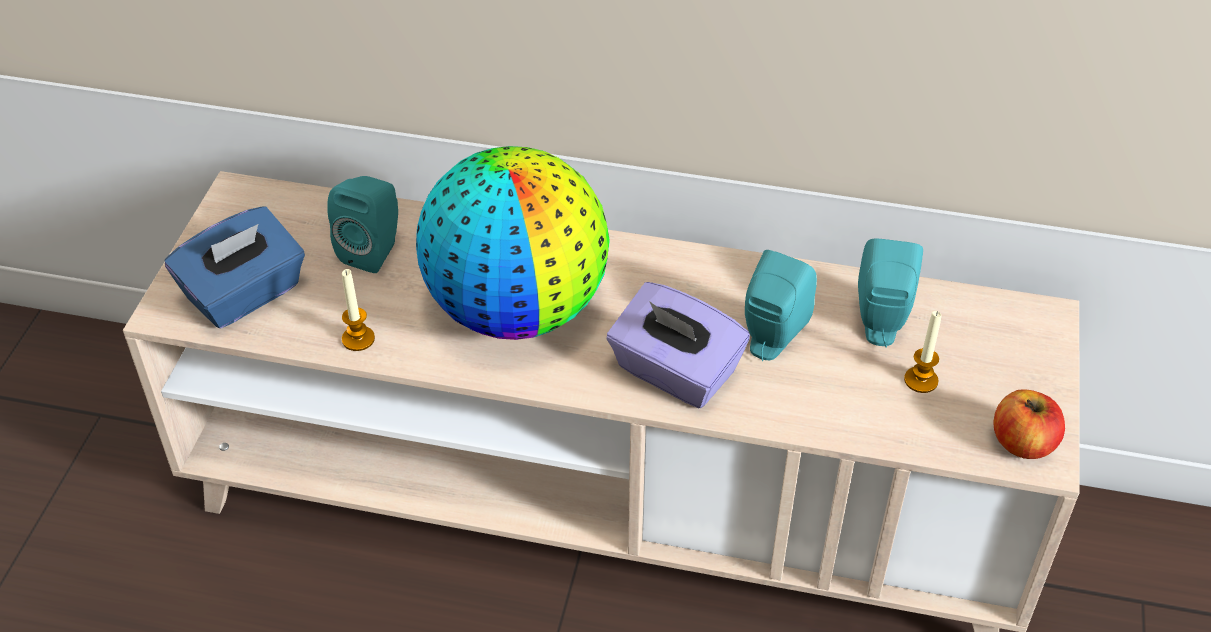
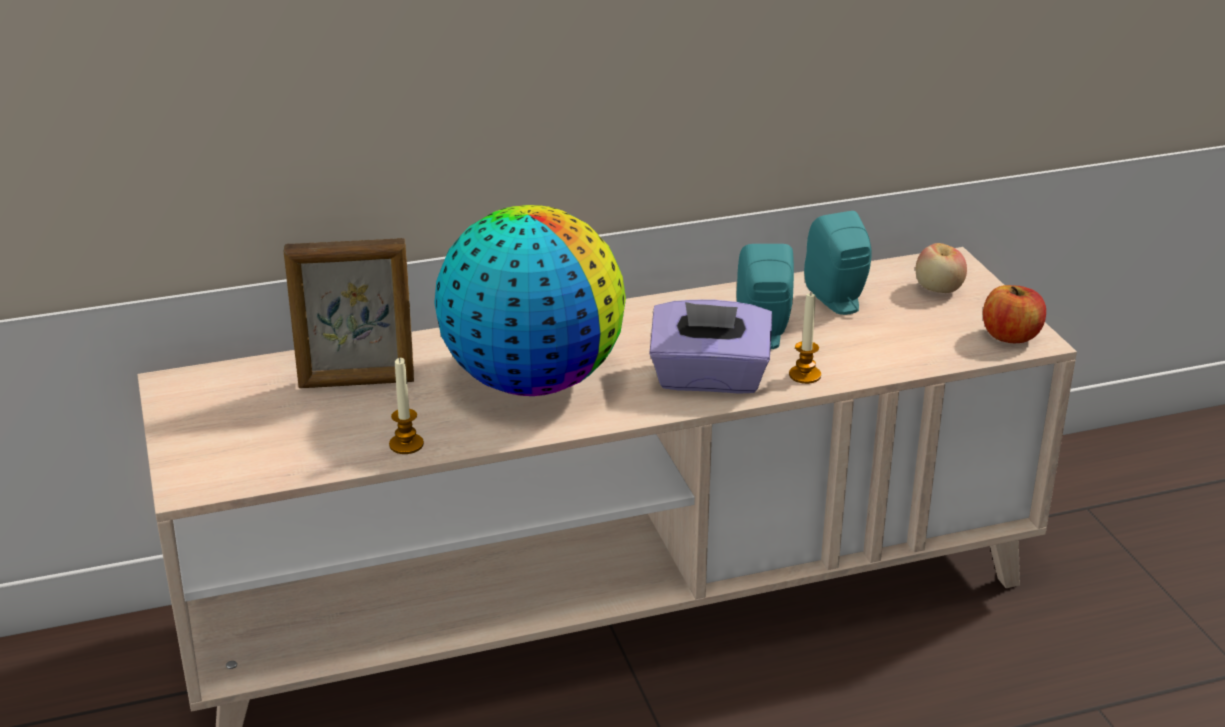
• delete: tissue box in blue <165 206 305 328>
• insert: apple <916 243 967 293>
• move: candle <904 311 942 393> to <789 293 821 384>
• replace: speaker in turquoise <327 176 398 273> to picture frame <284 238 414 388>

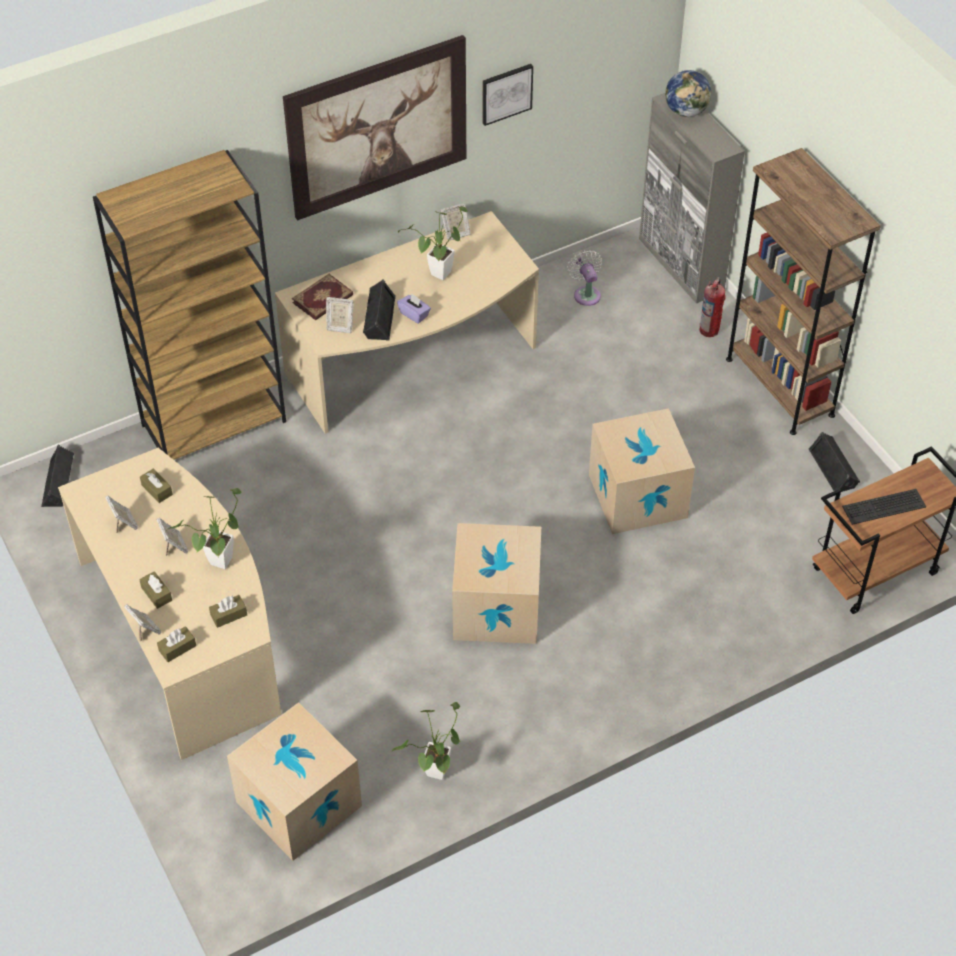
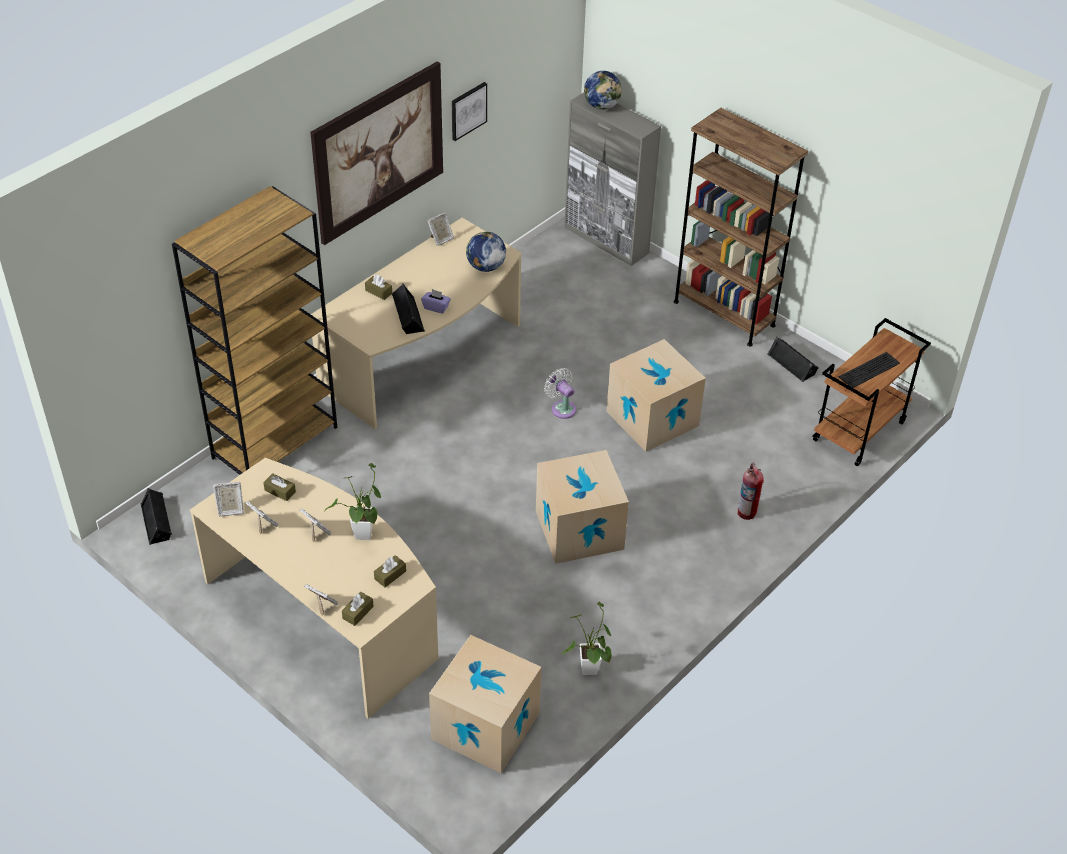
• delete: book <292 274 353 320>
• delete: potted plant <398 207 467 280>
• insert: globe <466 232 506 272>
• move: tissue box in brown <139 571 172 609> to <365 275 392 300>
• move: picture frame <326 297 354 333> to <213 482 244 516>
• move: fan in white <567 250 602 306> to <544 368 577 419>
• move: fire extinguisher <699 277 726 337> to <738 463 764 520>

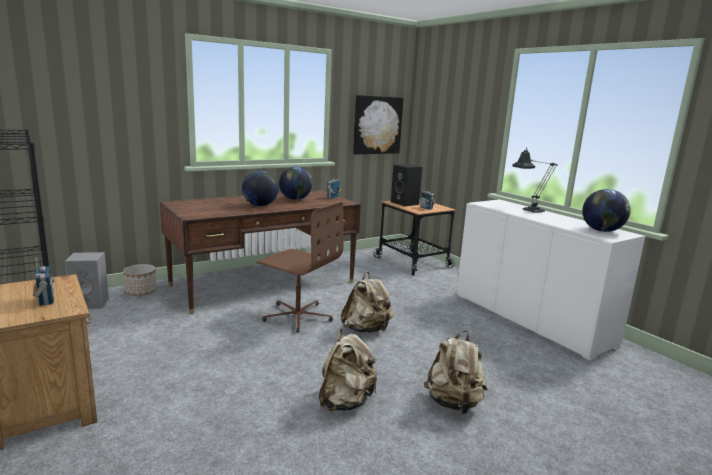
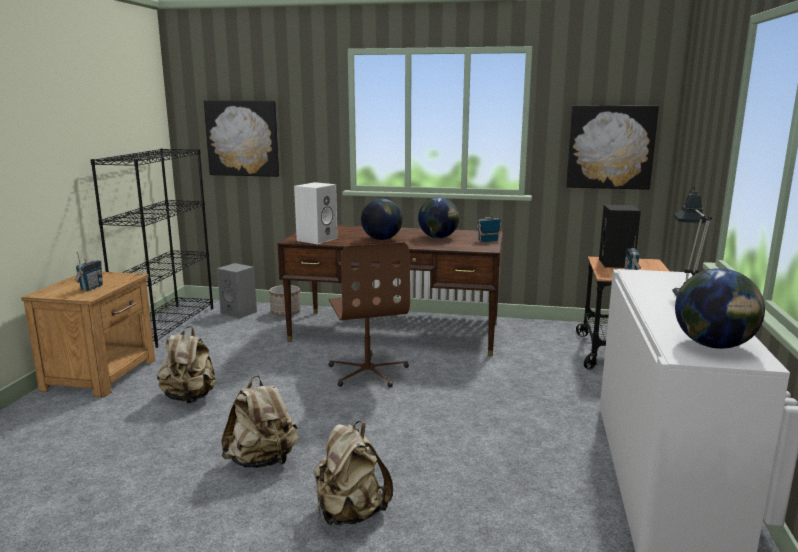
• insert: picture <204 100 279 177>
• insert: speaker in white <294 182 338 244>
• move: backpack in beige <341 272 394 333> to <157 326 216 403>

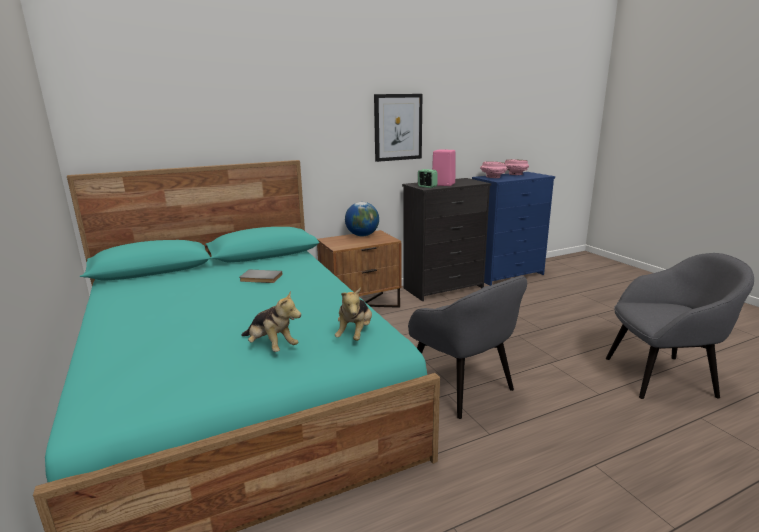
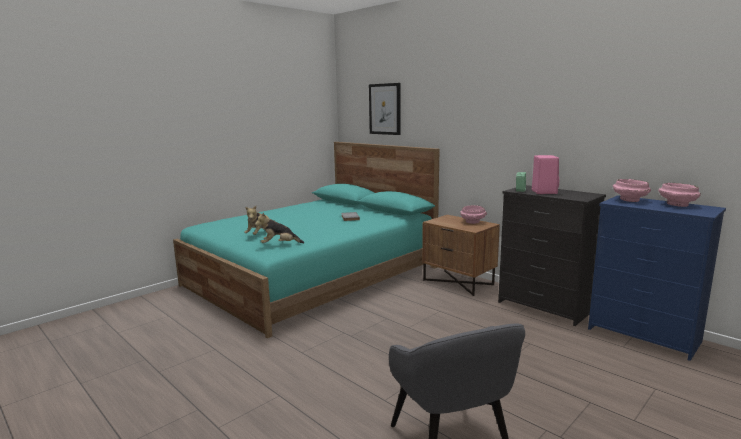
• delete: armchair in grey <408 276 527 419>
• move: picture <374 94 422 162> to <369 83 401 135>
• replace: globe <345 202 379 236> to bowl in pink <460 205 487 224>

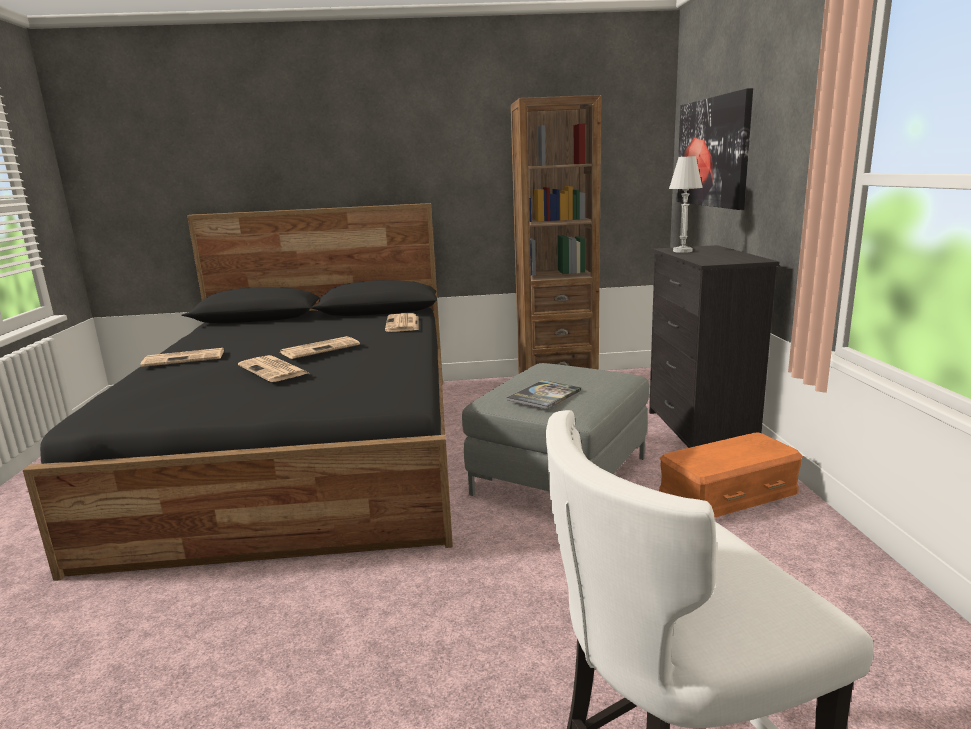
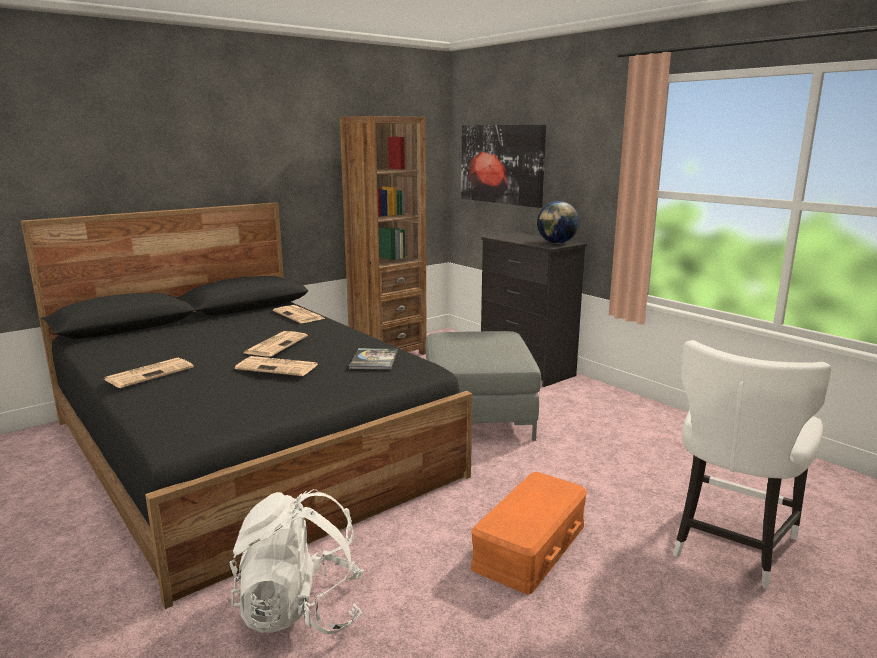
• delete: table lamp in white <669 156 703 253>
• insert: backpack in white <230 489 364 634>
• insert: globe <537 201 579 243>
• move: book <507 380 581 409> to <349 348 398 370>
• move: storage box in orange <659 433 803 518> to <471 472 587 594>

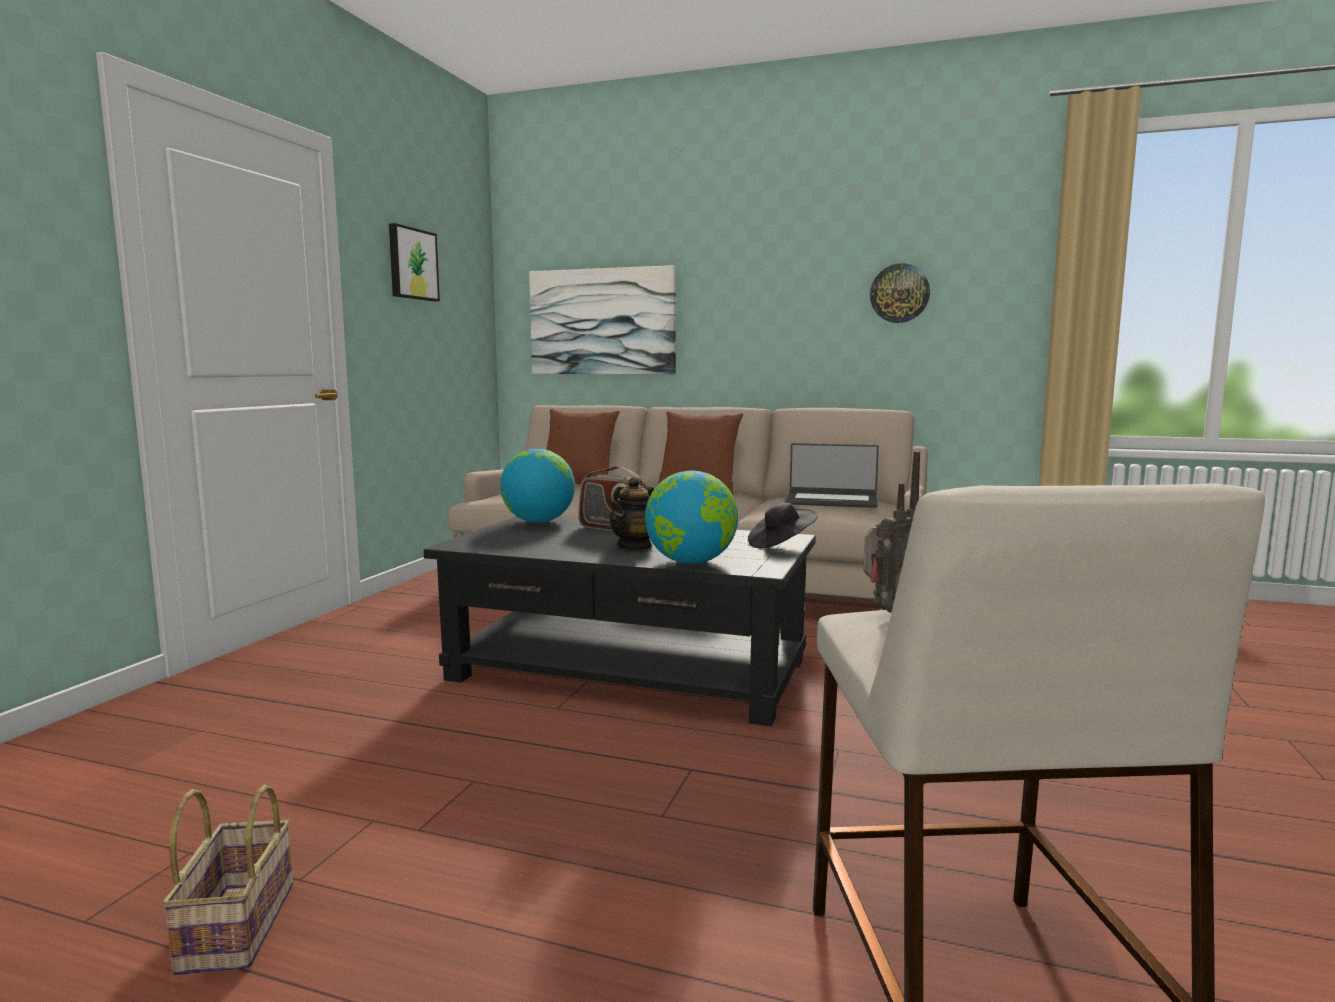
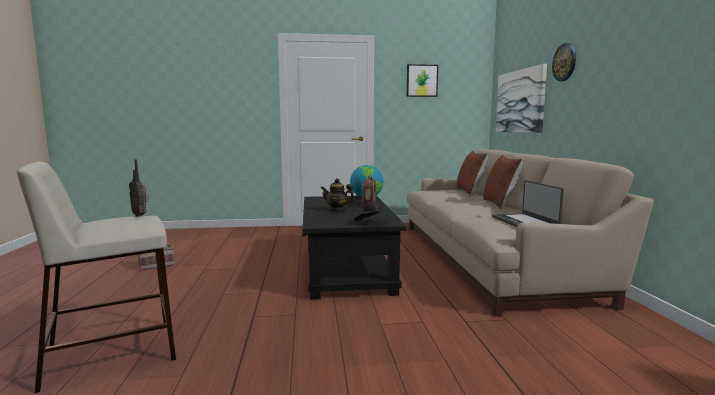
• delete: globe <645 471 738 564>
• move: wall clock <870 263 930 323> to <552 43 576 81>

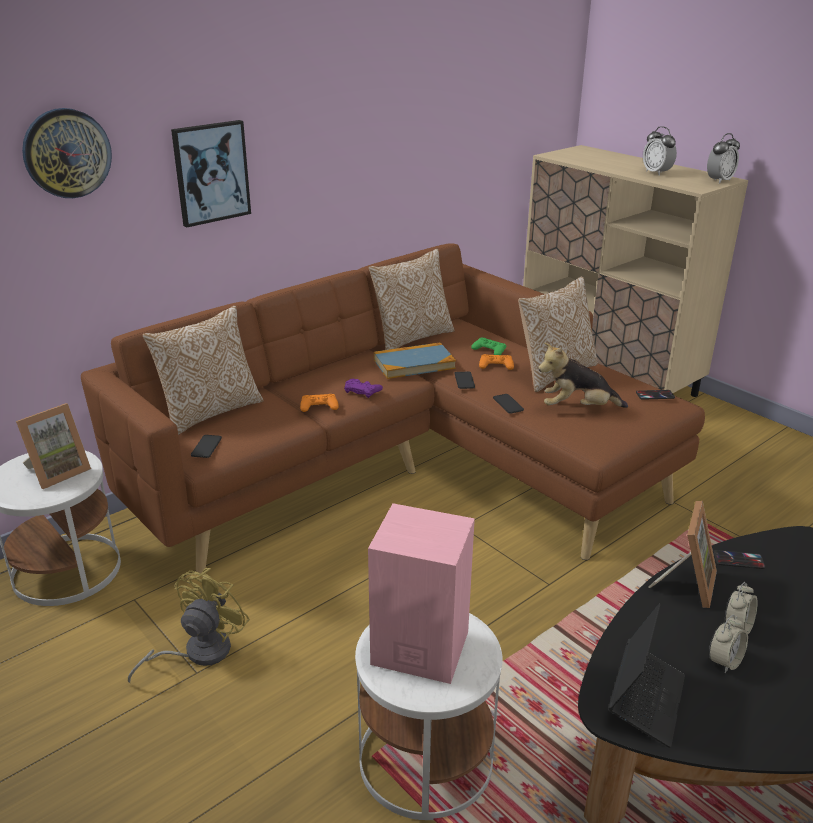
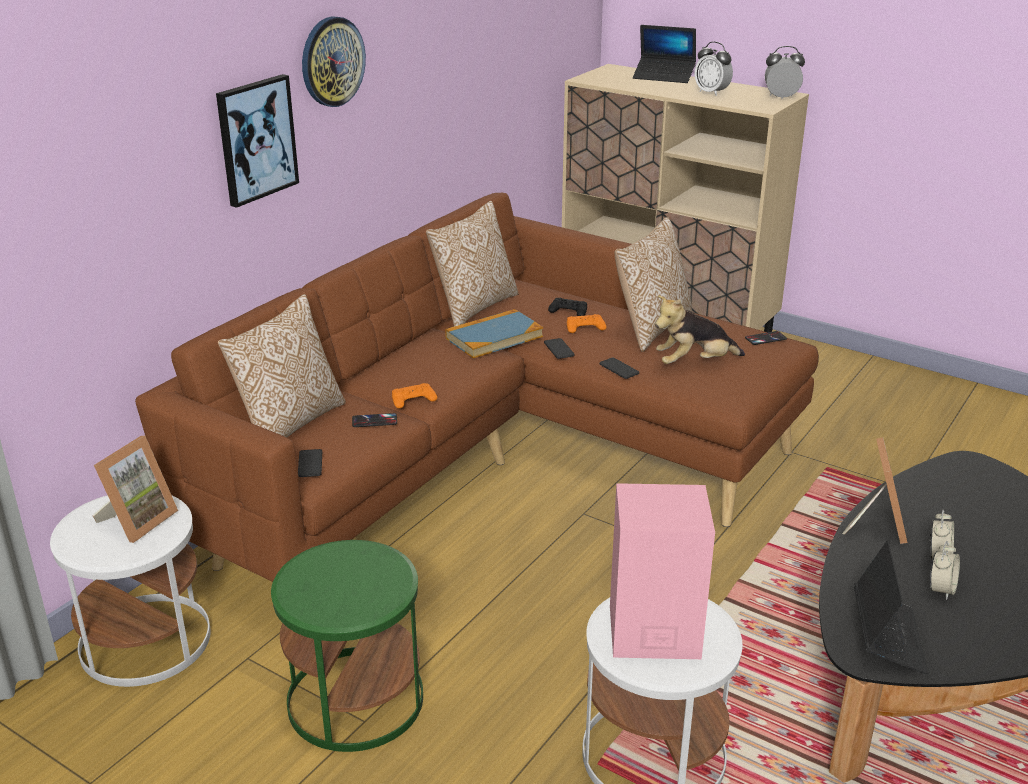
• delete: game controller in purple <344 379 383 398>
• insert: laptop <633 25 696 83>
• move: wall clock <22 108 112 198> to <302 16 366 107>
• move: phone <713 550 765 569> to <352 413 397 427>
• replace: fan in yellow <128 568 250 683> to side table in green <271 540 423 752>
• recolor: game controller in green <471 338 506 355> to game controller in black <548 298 587 316>
• rotate: alarm clock <707 133 740 184> = <765 46 805 99> 120 degrees counterclockwise

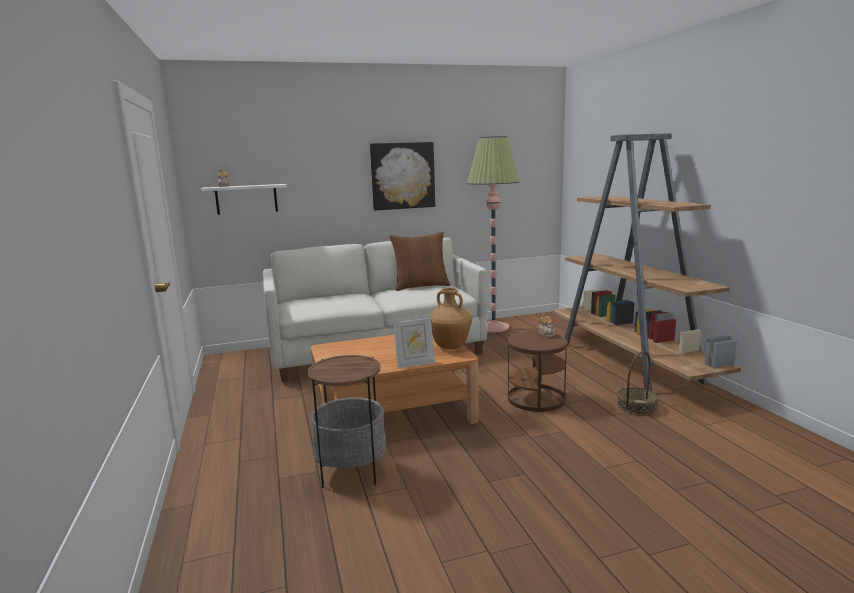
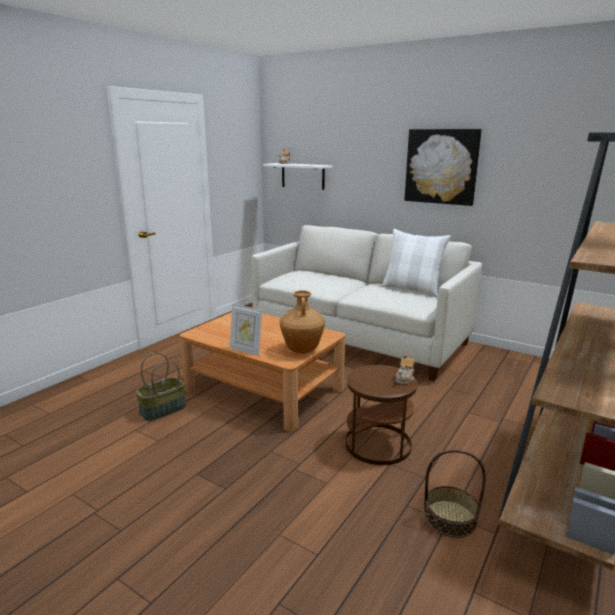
• delete: floor lamp <467 136 520 332>
• replace: side table <307 355 386 488> to basket <136 353 186 421>
• recolor: pillow in brown <389 232 450 291> to pillow in white <381 229 451 297>

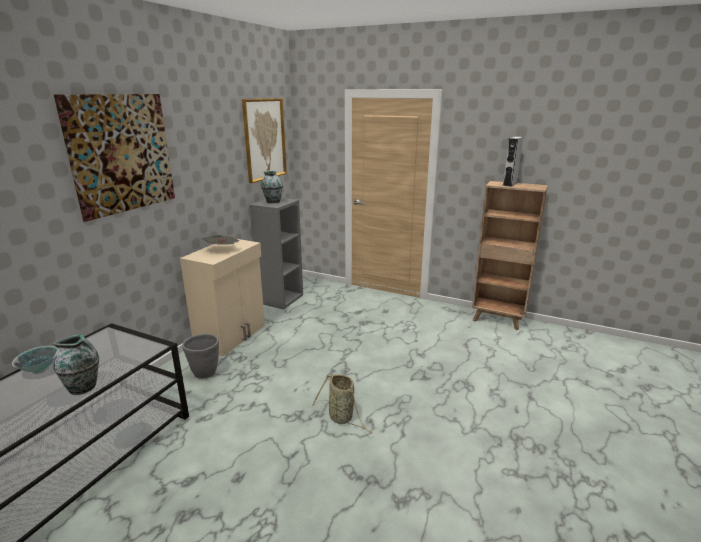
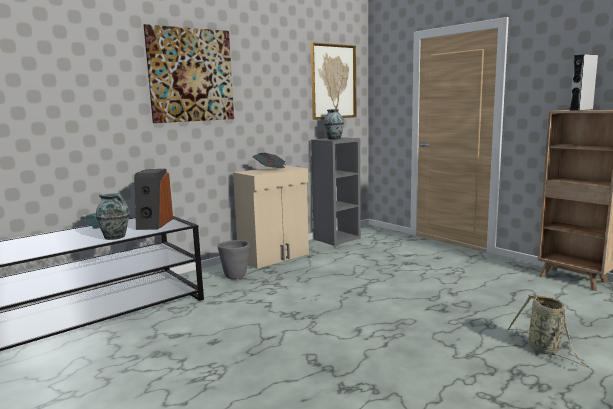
• insert: speaker <134 169 173 230>
• move: basket <312 374 372 434> to <507 294 589 367>

